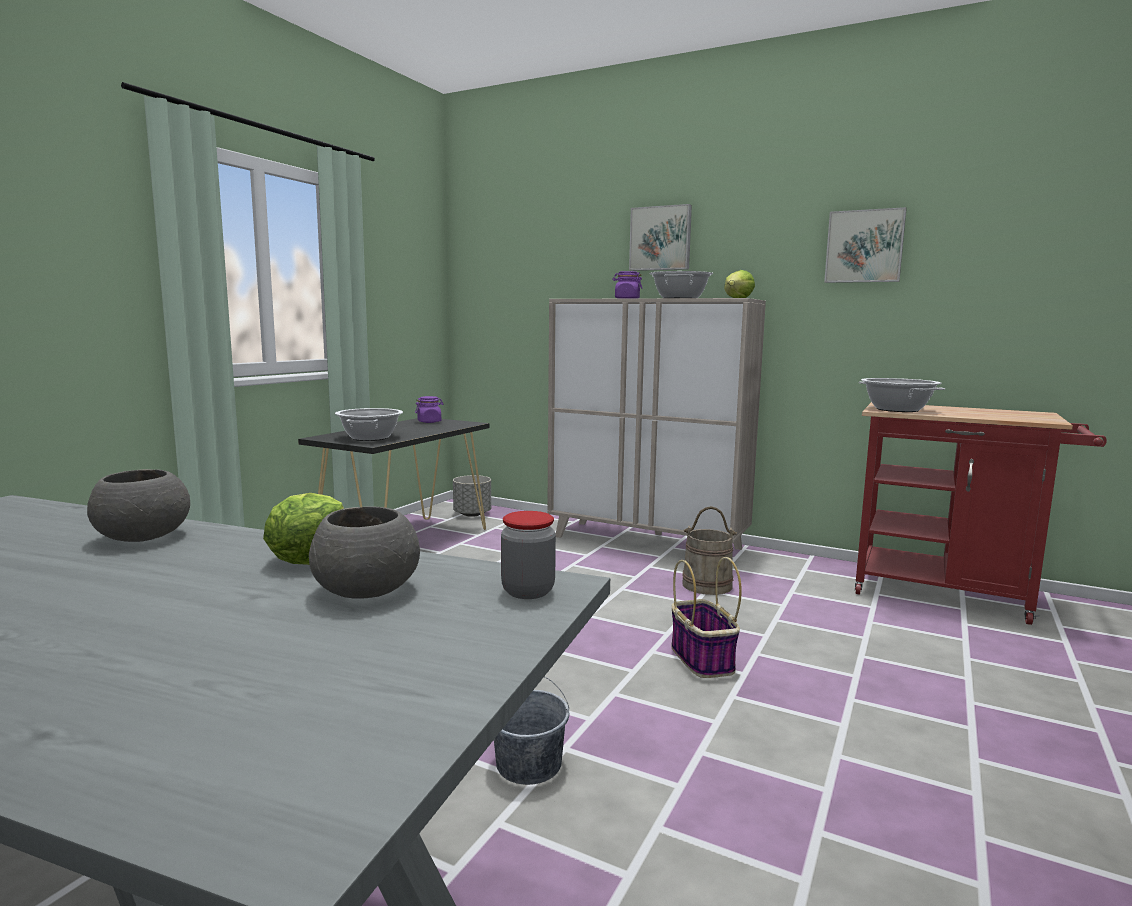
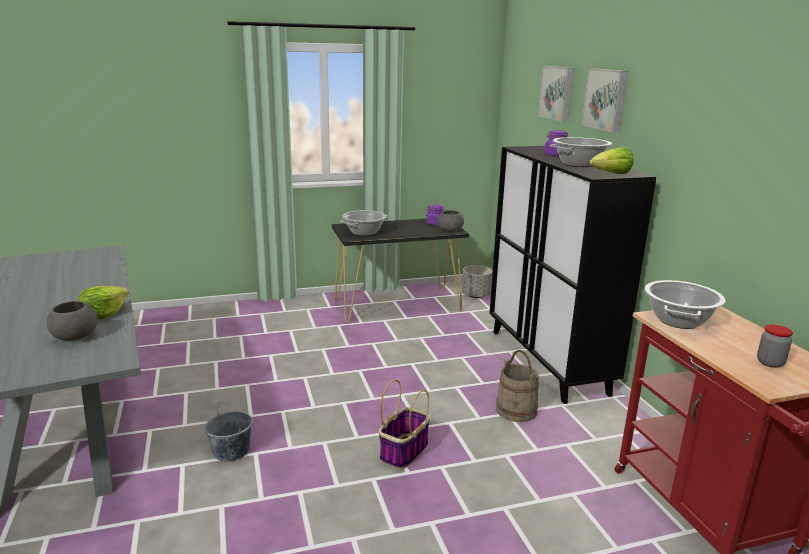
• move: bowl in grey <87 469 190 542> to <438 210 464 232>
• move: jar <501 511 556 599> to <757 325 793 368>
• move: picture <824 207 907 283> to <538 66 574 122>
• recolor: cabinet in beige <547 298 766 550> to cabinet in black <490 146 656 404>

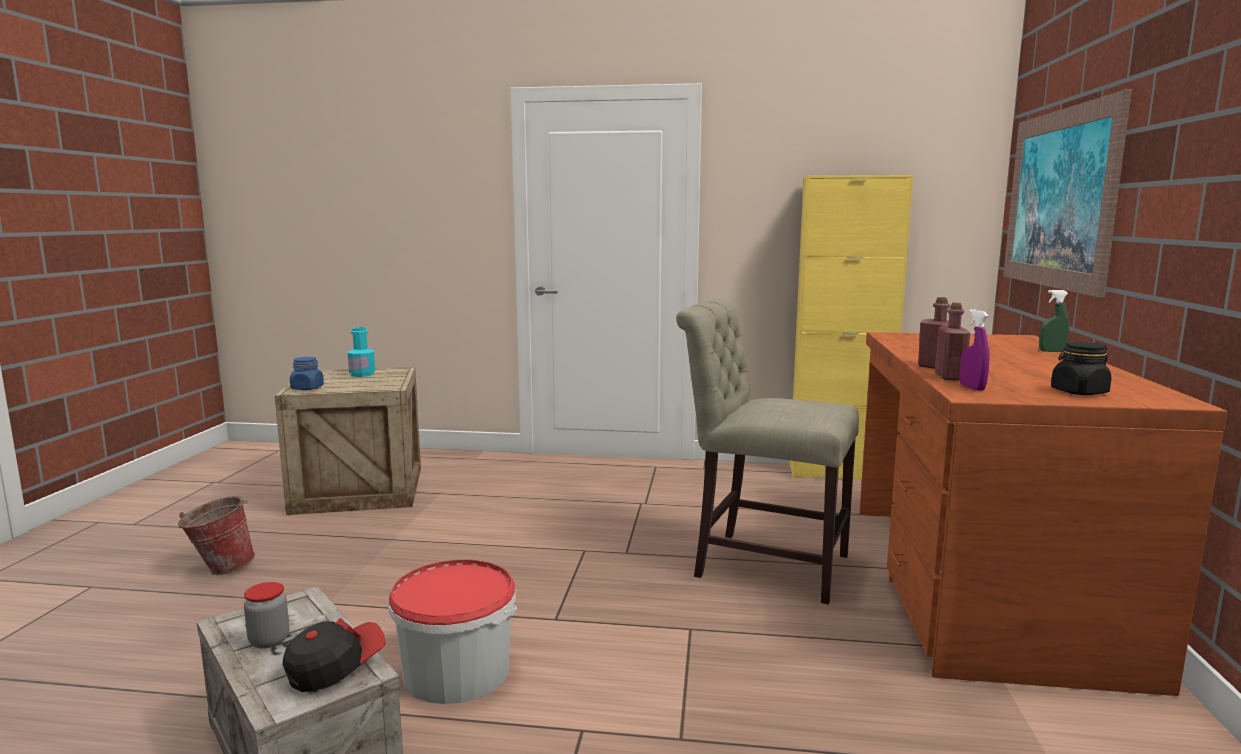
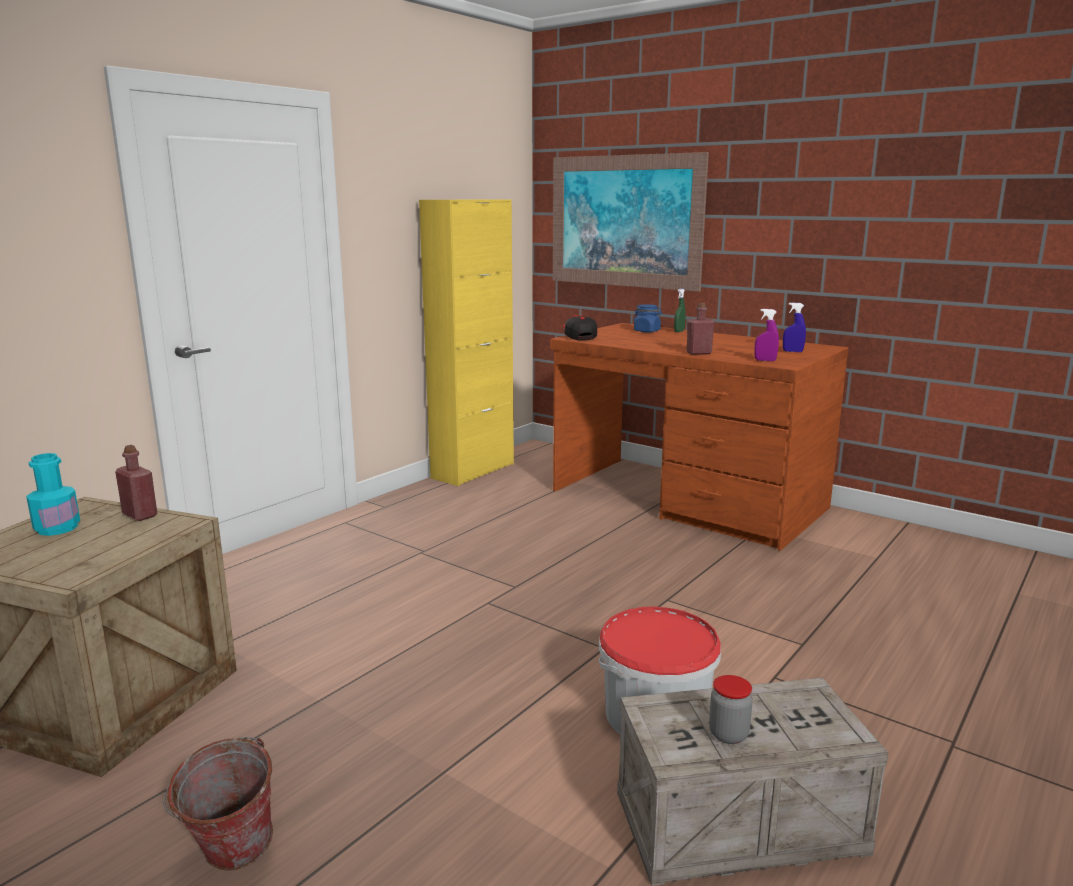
• delete: chair in beige <676 299 859 605>
• move: cap <283 618 386 692> to <563 315 597 341>
• move: jar in blue <290 357 324 390> to <634 304 662 333>
• move: bottle in red <935 303 970 381> to <115 445 157 521>
• replace: jar in black <1051 342 1112 395> to spray bottle in blue <783 303 806 352>

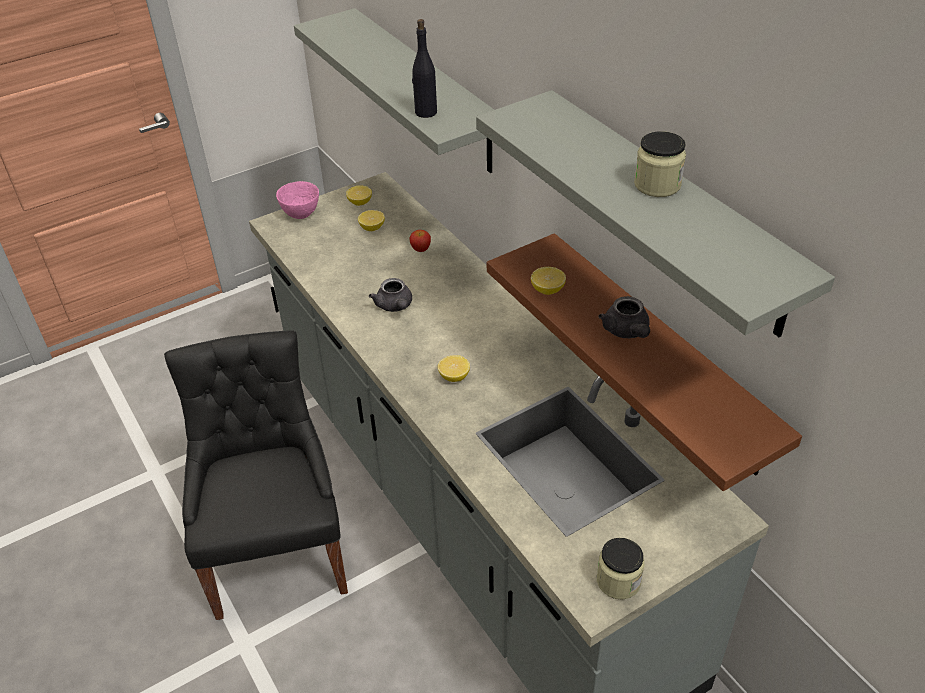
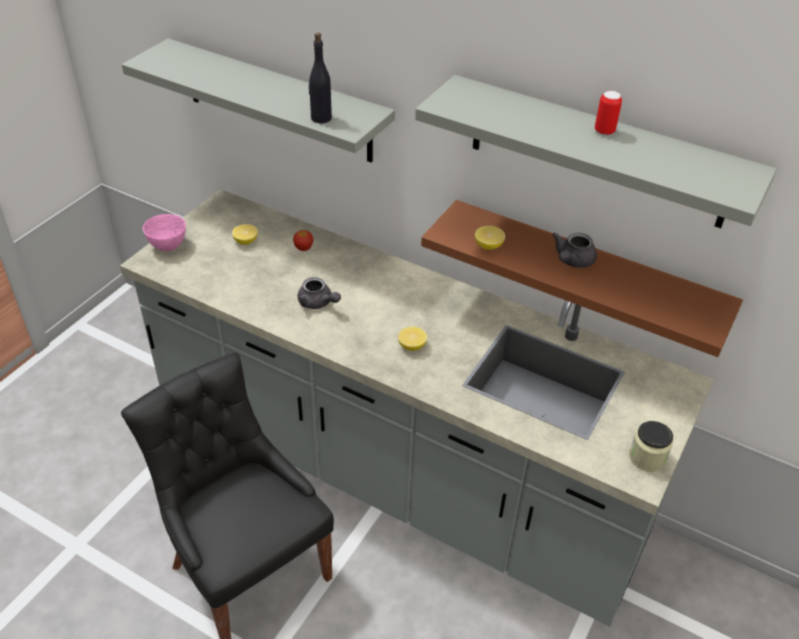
• delete: lemon <346 185 372 206>
• replace: jar <634 131 686 197> to can <595 91 622 135>
• rotate: teapot in grey <598 296 650 338> = <552 233 597 268> 75 degrees clockwise

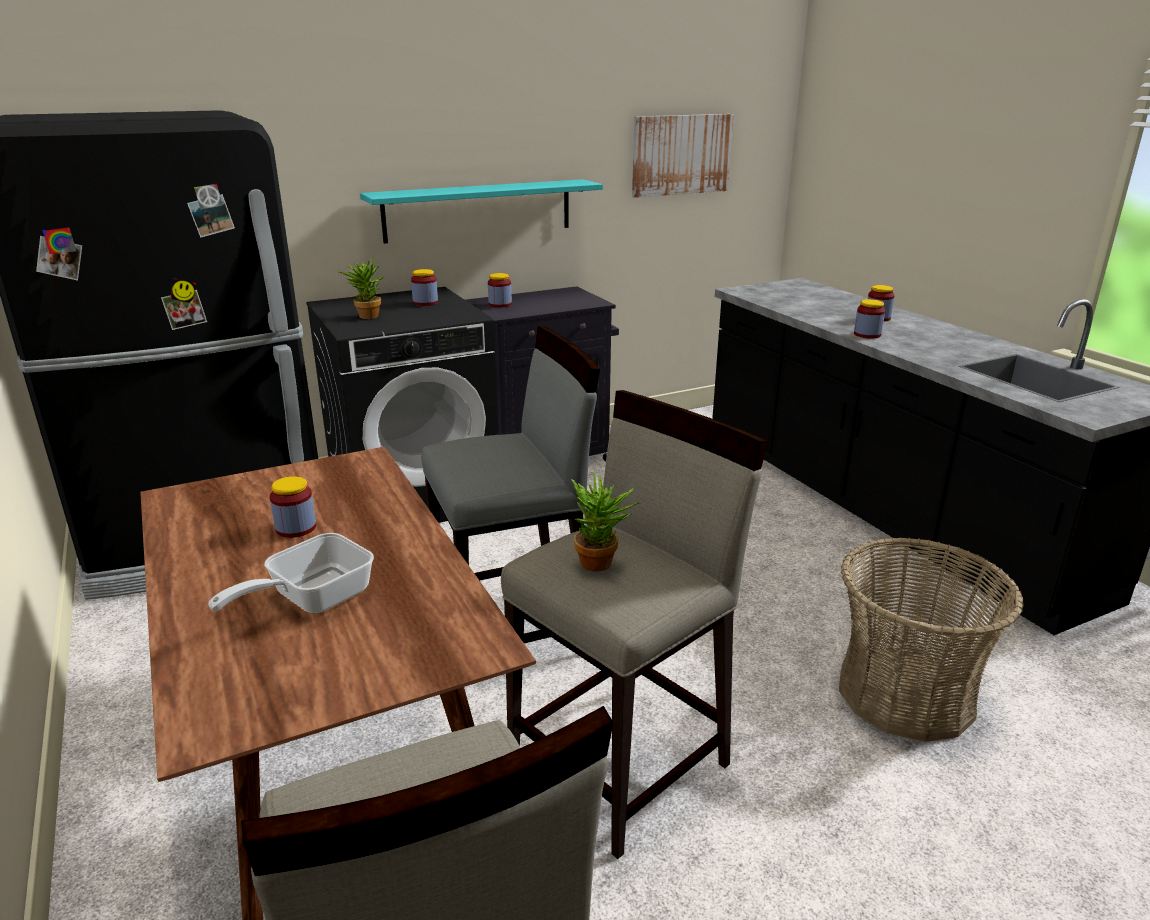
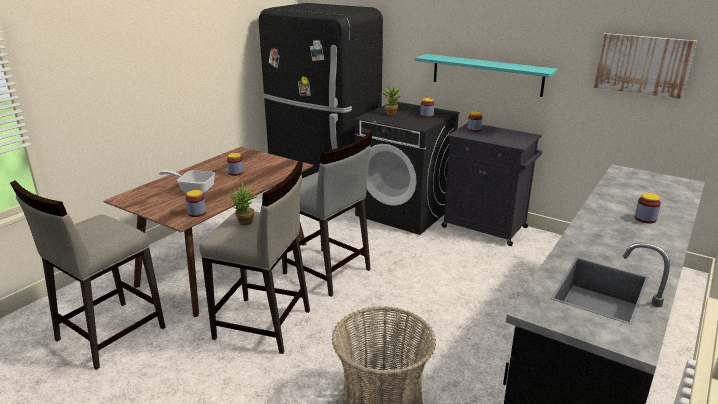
• move: jar <854 299 885 339> to <186 190 206 217>

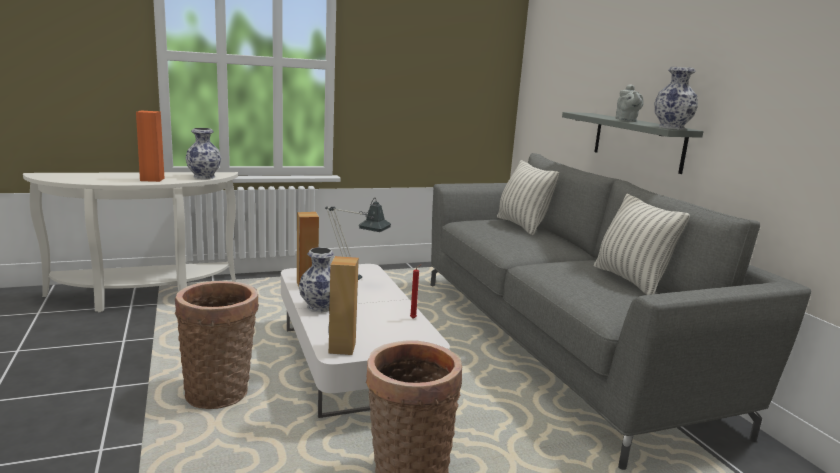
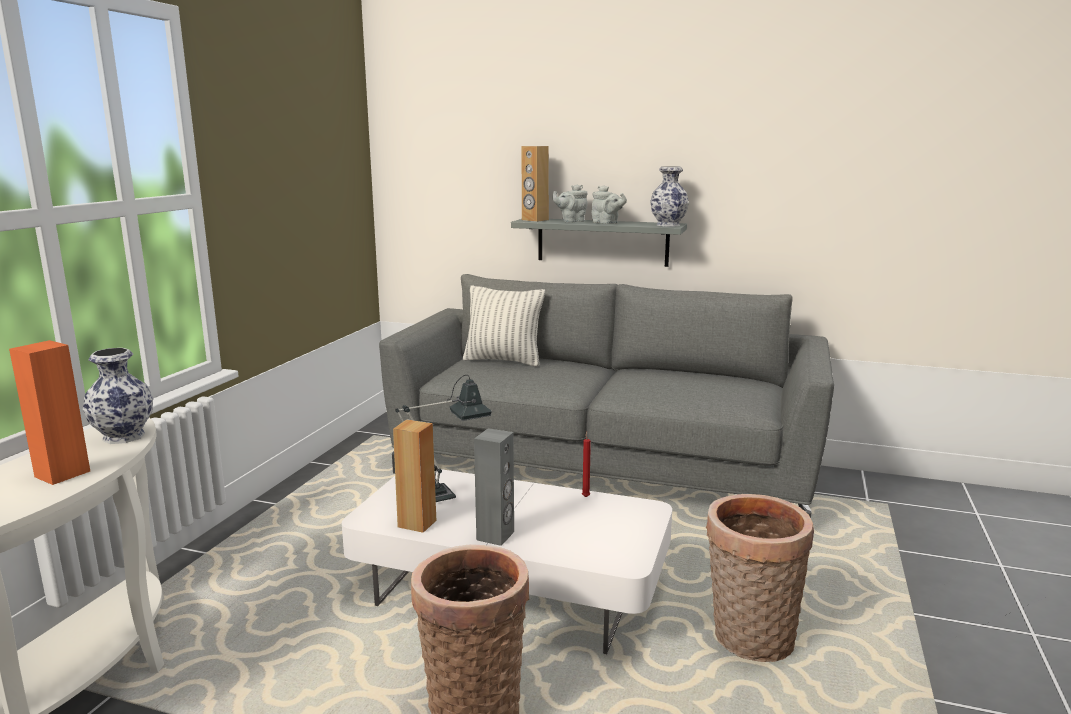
• delete: pillow <594 194 690 295>
• insert: teapot in grey <553 184 588 223>
• move: speaker in brown <328 256 359 355> to <521 146 549 222>
• replace: vase <299 247 334 313> to speaker in grey <474 428 514 546>

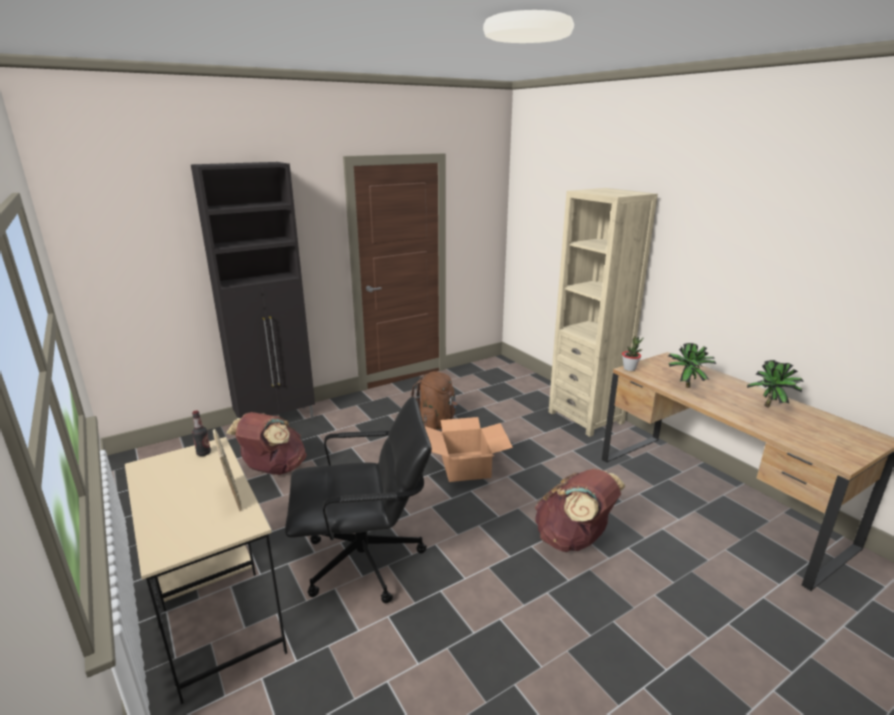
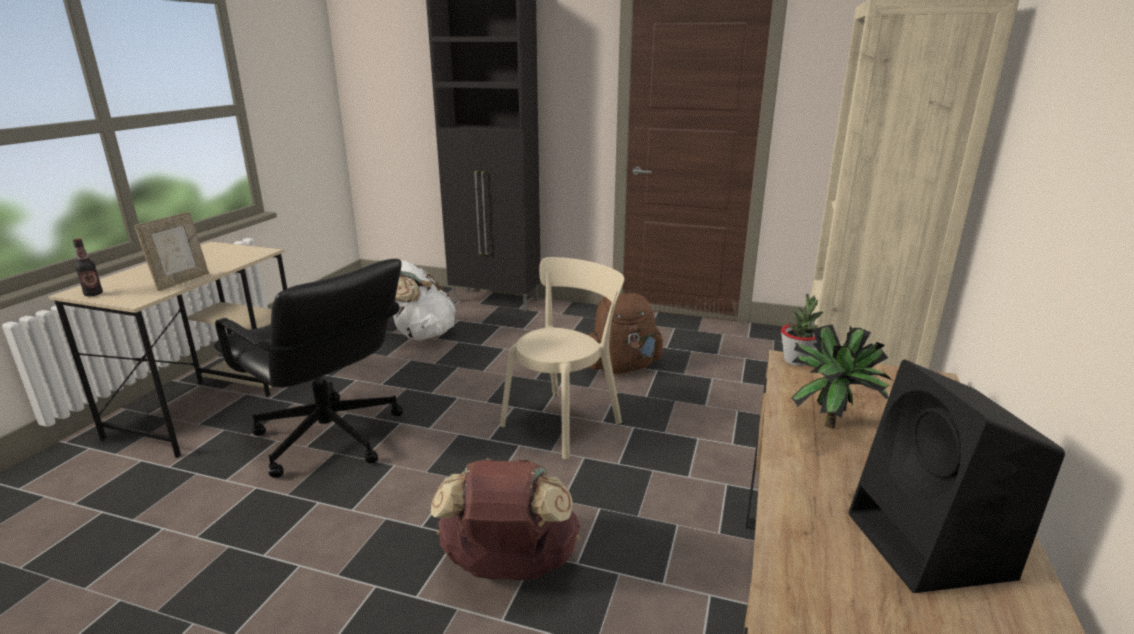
• move: bottle <192 411 211 456> to <73 239 103 296>
• replace: cardboard box <425 417 513 482> to chair in beige <500 257 624 460>
• replace: potted plant <747 360 804 407> to speaker in black <849 359 1065 593>
• recolor: backpack in brown <226 412 306 475> to backpack in white <393 261 456 341>

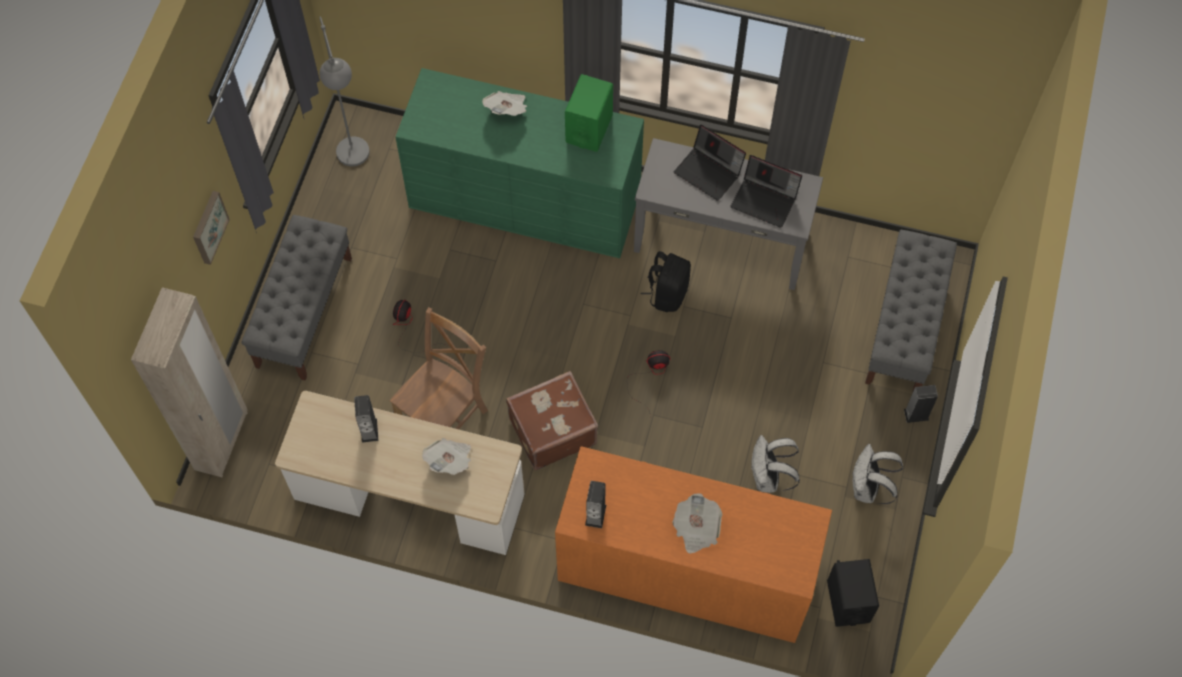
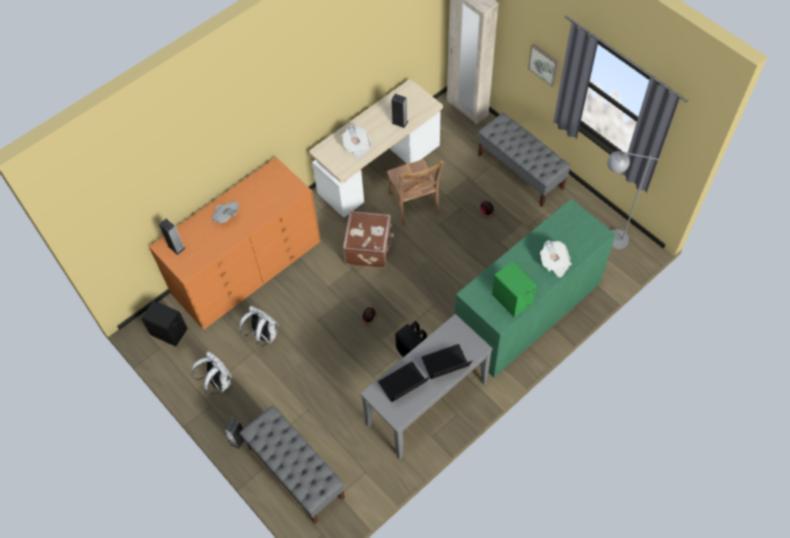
• move: speaker <585 481 606 528> to <159 219 186 255>

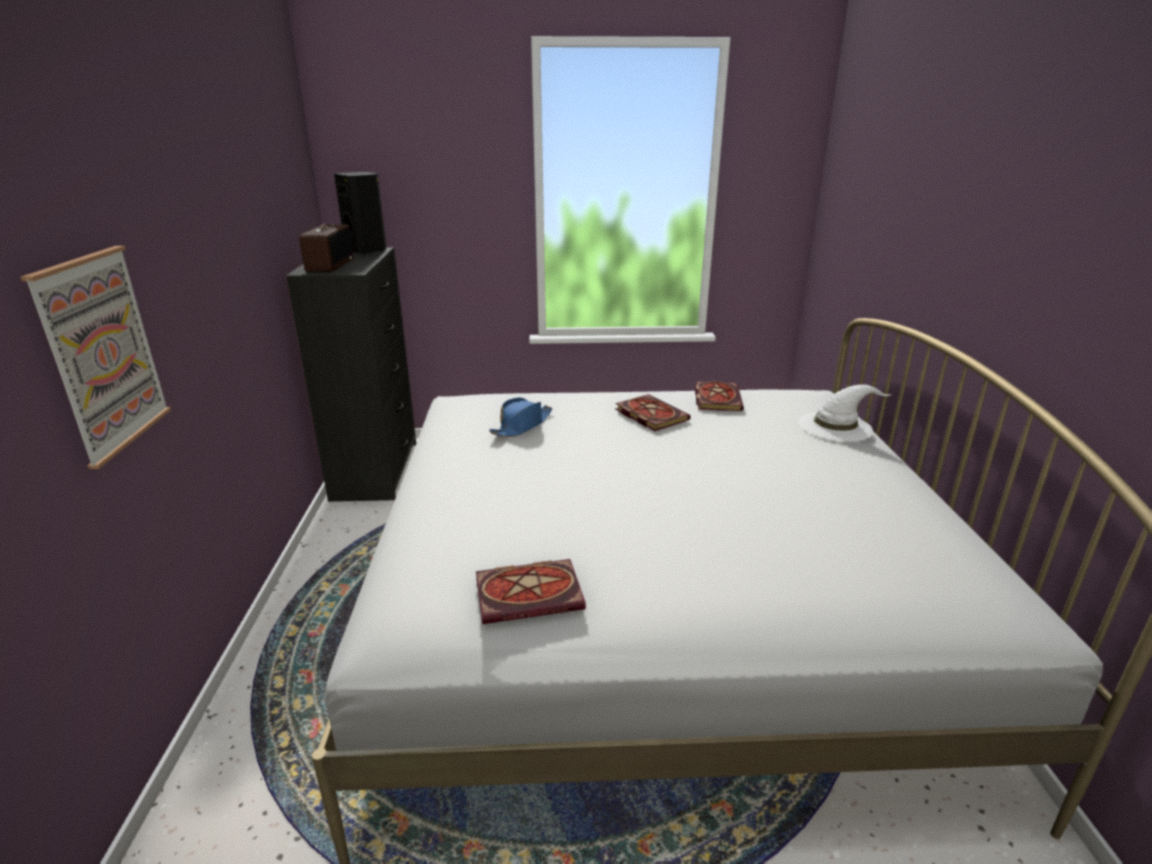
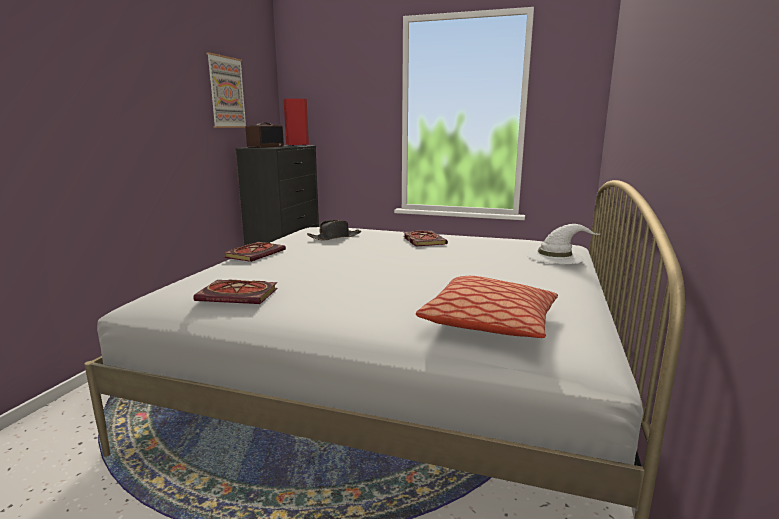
• insert: pillow <416 276 558 338>
• move: picture <21 246 171 469> to <206 52 246 128>
• move: book <695 381 744 411> to <223 242 286 262>
• recolor: speaker in black <334 172 386 255> to speaker in red <284 98 309 146>
• recolor: hat in blue <489 397 552 437> to hat in black <307 220 361 241>

